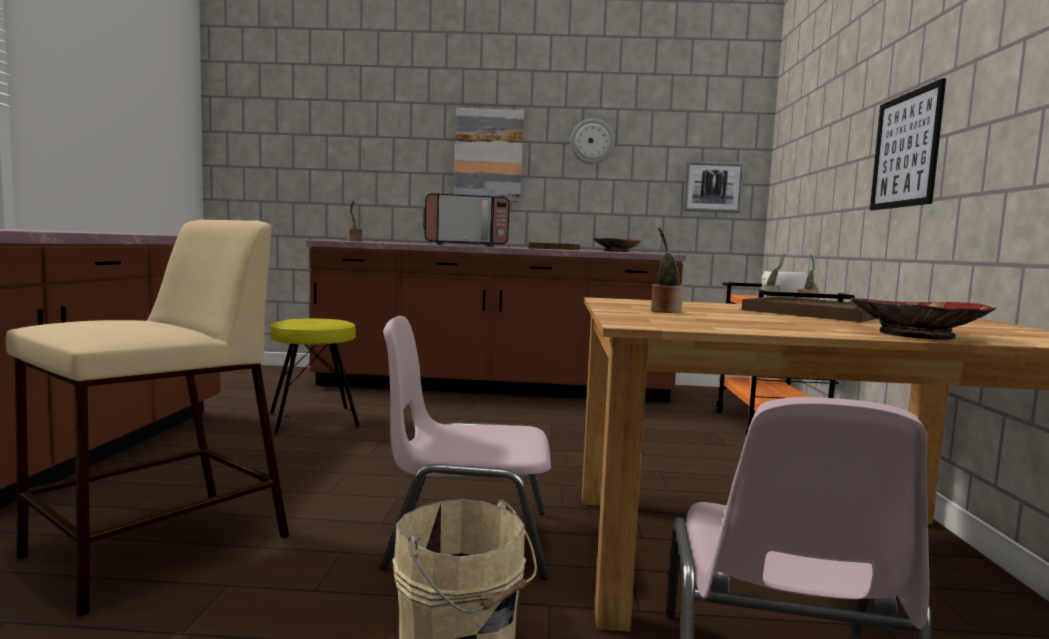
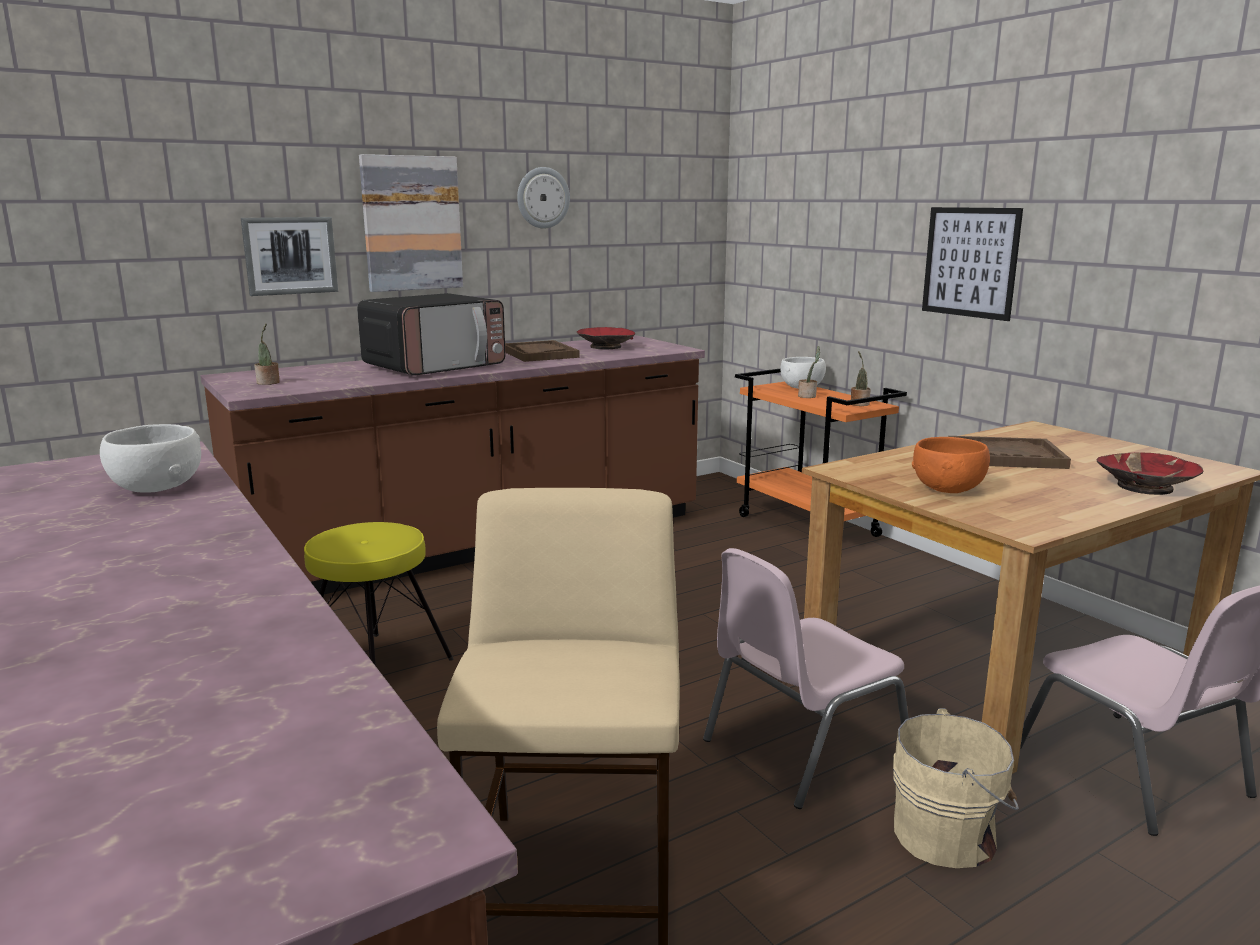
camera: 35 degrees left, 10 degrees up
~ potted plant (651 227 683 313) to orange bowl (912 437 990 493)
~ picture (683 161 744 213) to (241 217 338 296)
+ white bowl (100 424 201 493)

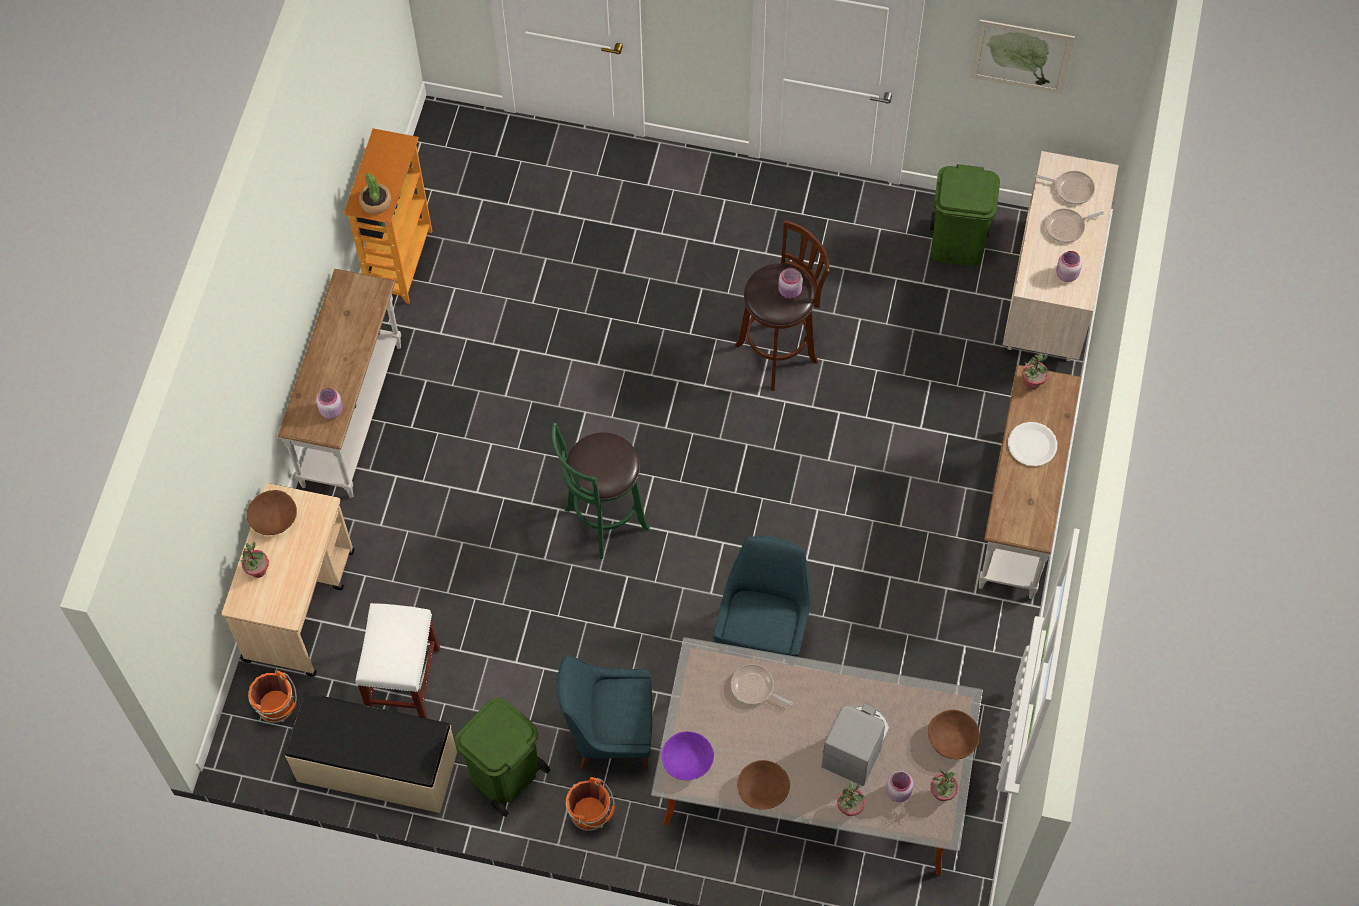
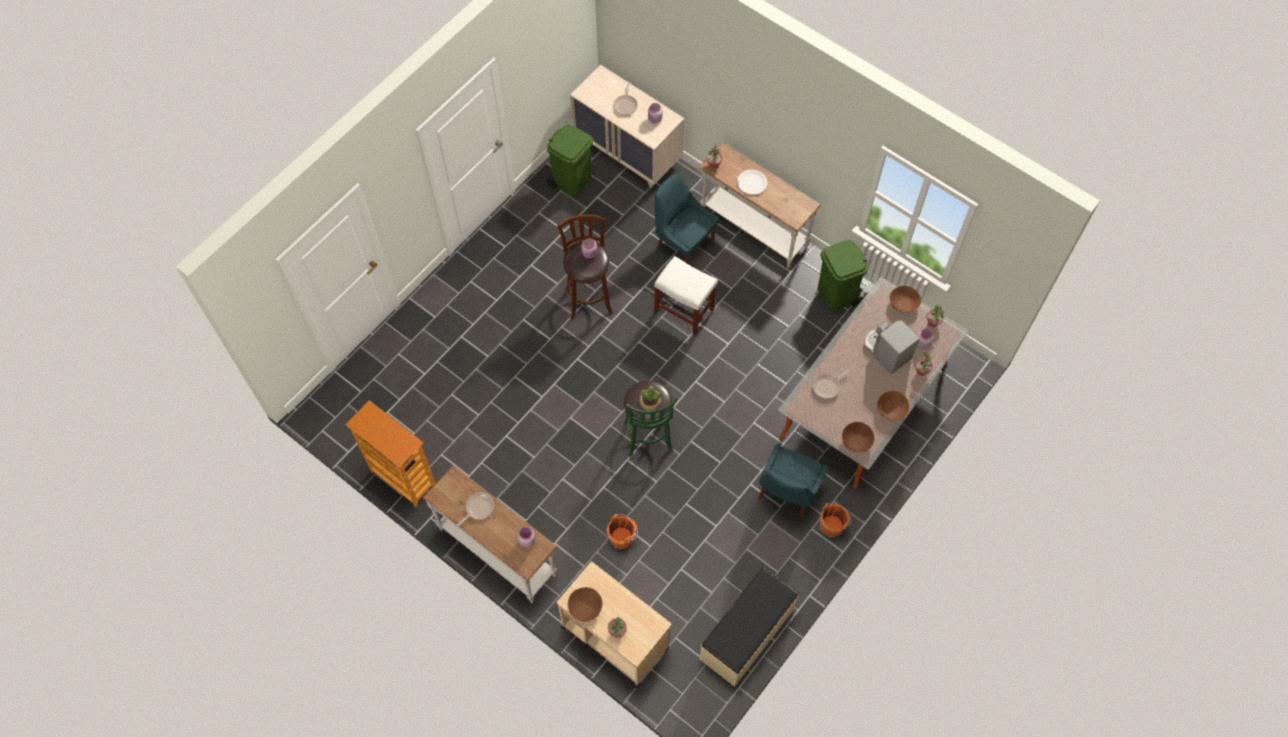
camera: 65 degrees left, 0 degrees up
~ orange bucket (248 670 297 723) to (606 514 638 549)
~ white stool (356 603 440 718) to (654 256 718 335)
~ potted plant (359 173 391 214) to (639 386 661 411)
~ green trash can (454 698 550 817) to (818 240 868 311)
~ purple bowl (661 731 714 780) to brown bowl (842 422 874 452)
~ blue chair (713 536 812 657) to (655 174 719 264)
- picture (970 20 1075 94)
~ frying pan (1035 171 1095 205) to (457 492 494 526)

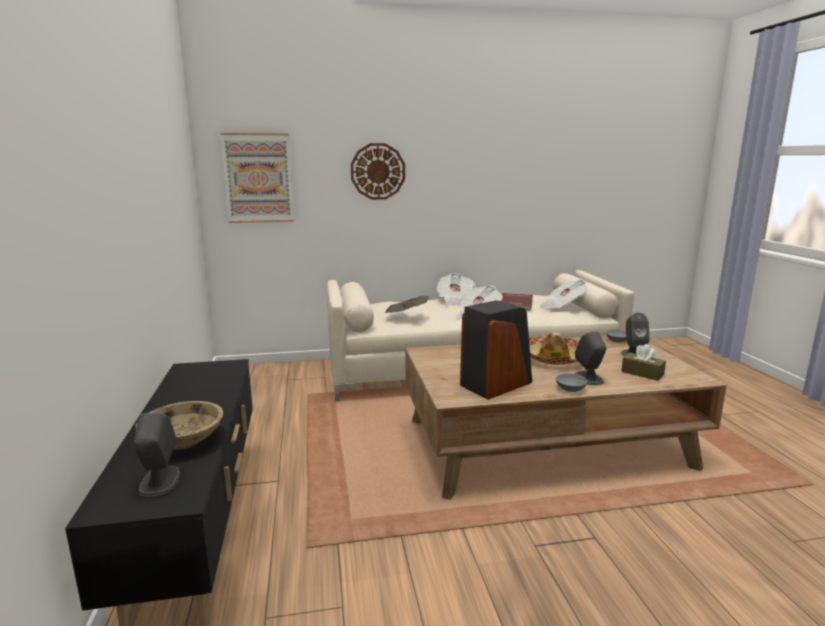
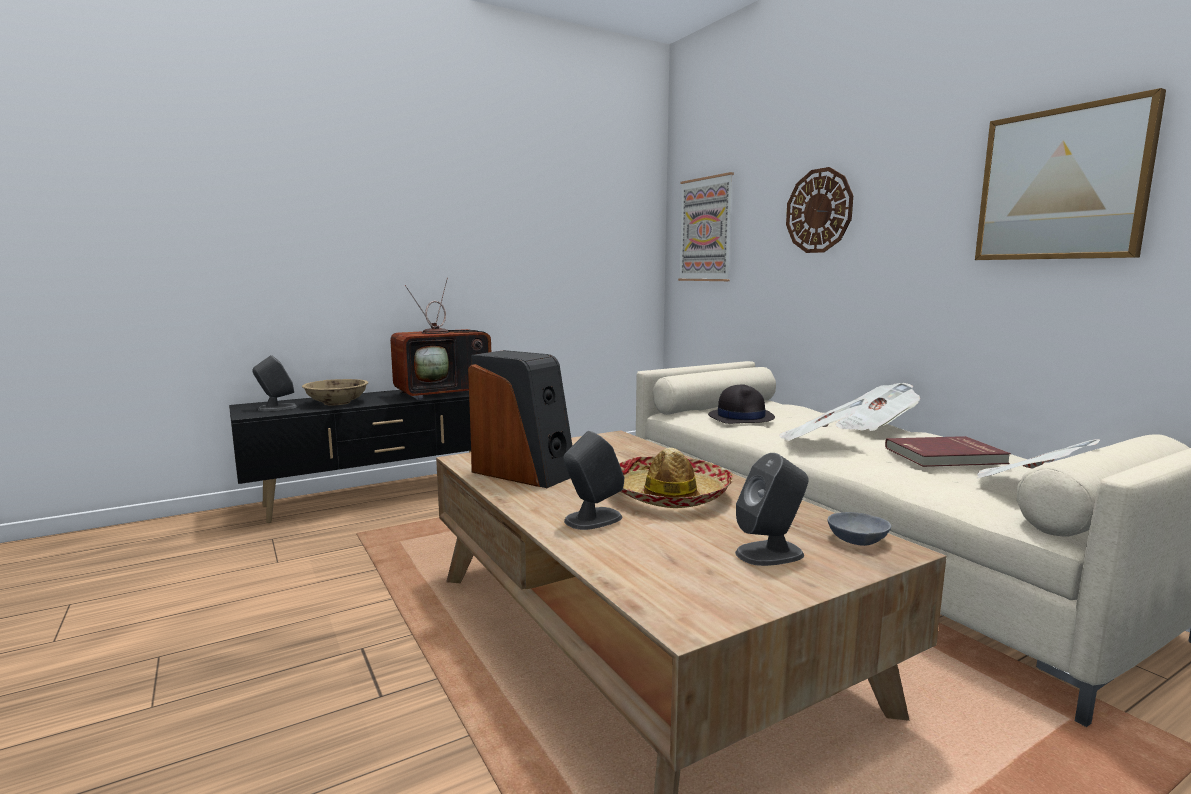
camera: 70 degrees right, 5 degrees down
~ newspaper (385 296 430 313) to black hat (708 385 775 424)
- grey bowl (556 373 587 392)
- brown tissue box (621 344 666 381)
+ television (390 278 491 400)
+ picture (975 88 1166 260)

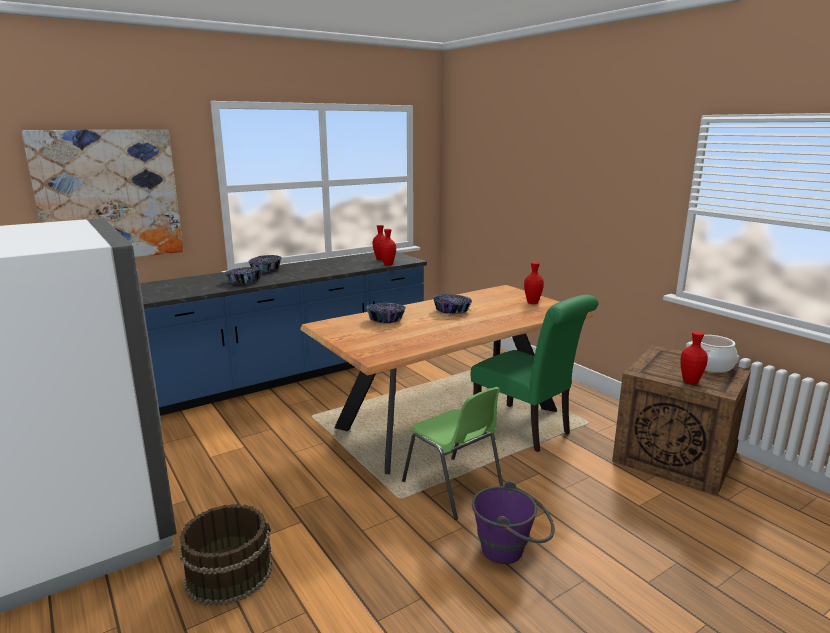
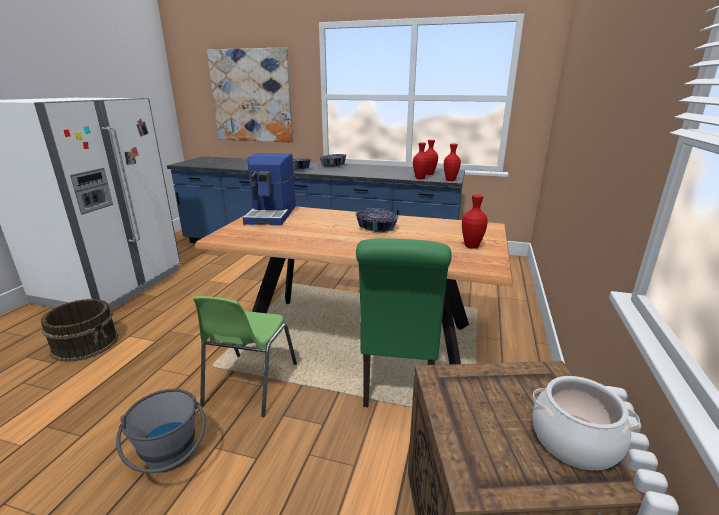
camera: 50 degrees right, 5 degrees up
- bowl (366 303 406 323)
~ purple bucket (472 481 555 564) to grey bucket (116 389 206 473)
~ red vase (680 331 708 384) to (444 144 461 181)
+ coffee machine (243 153 296 225)

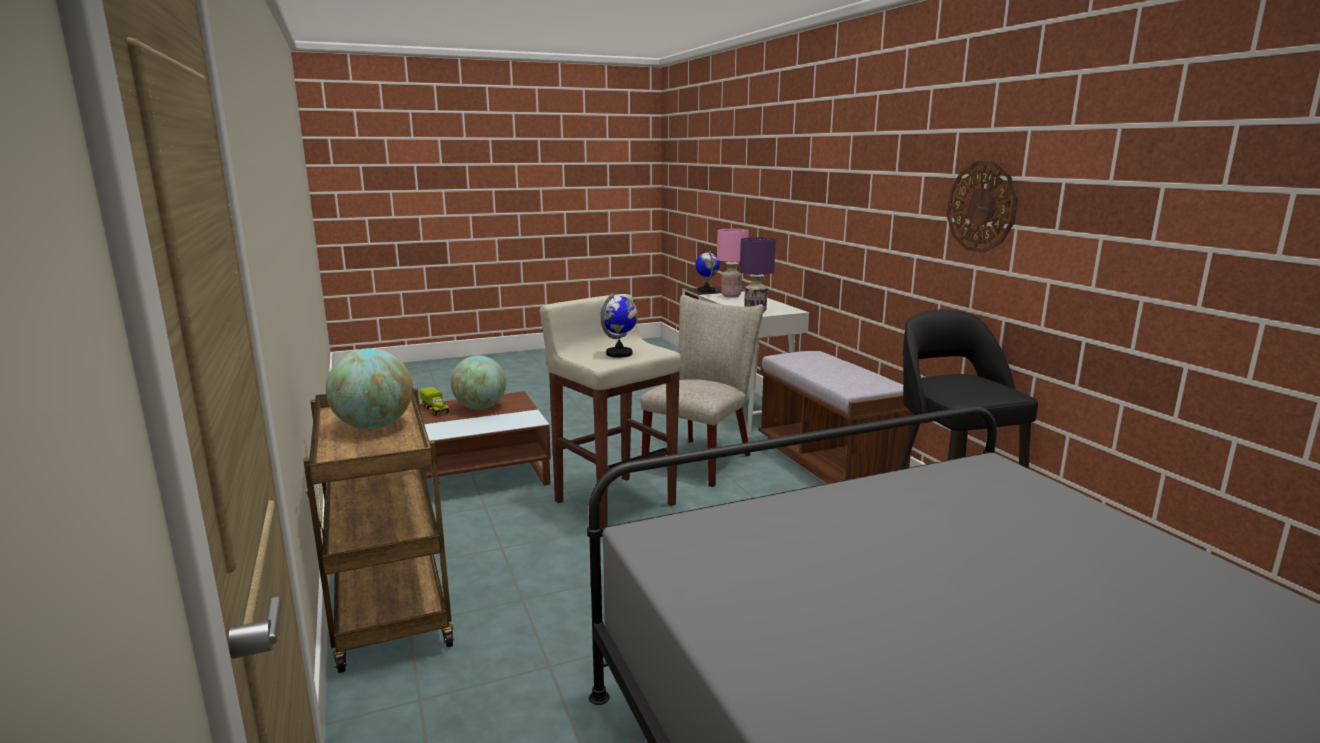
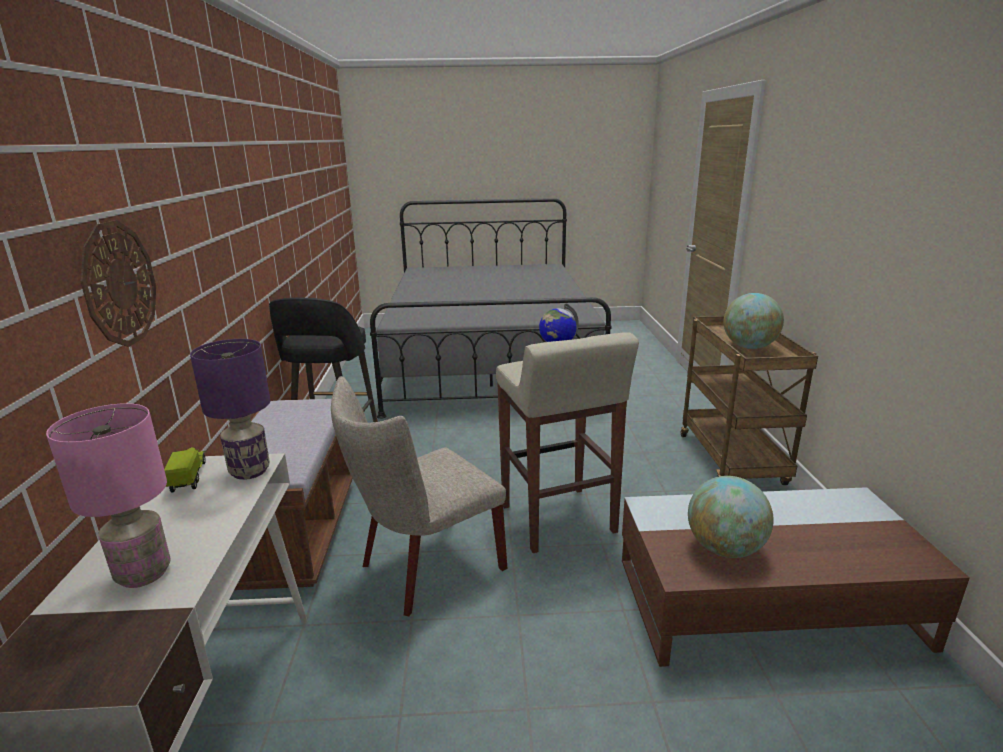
camera: 160 degrees left, 5 degrees up
~ toy truck (420 387 449 416) to (164 447 206 493)
- globe (695 250 720 293)
~ wall clock (947 161 1018 253) to (80 220 156 347)

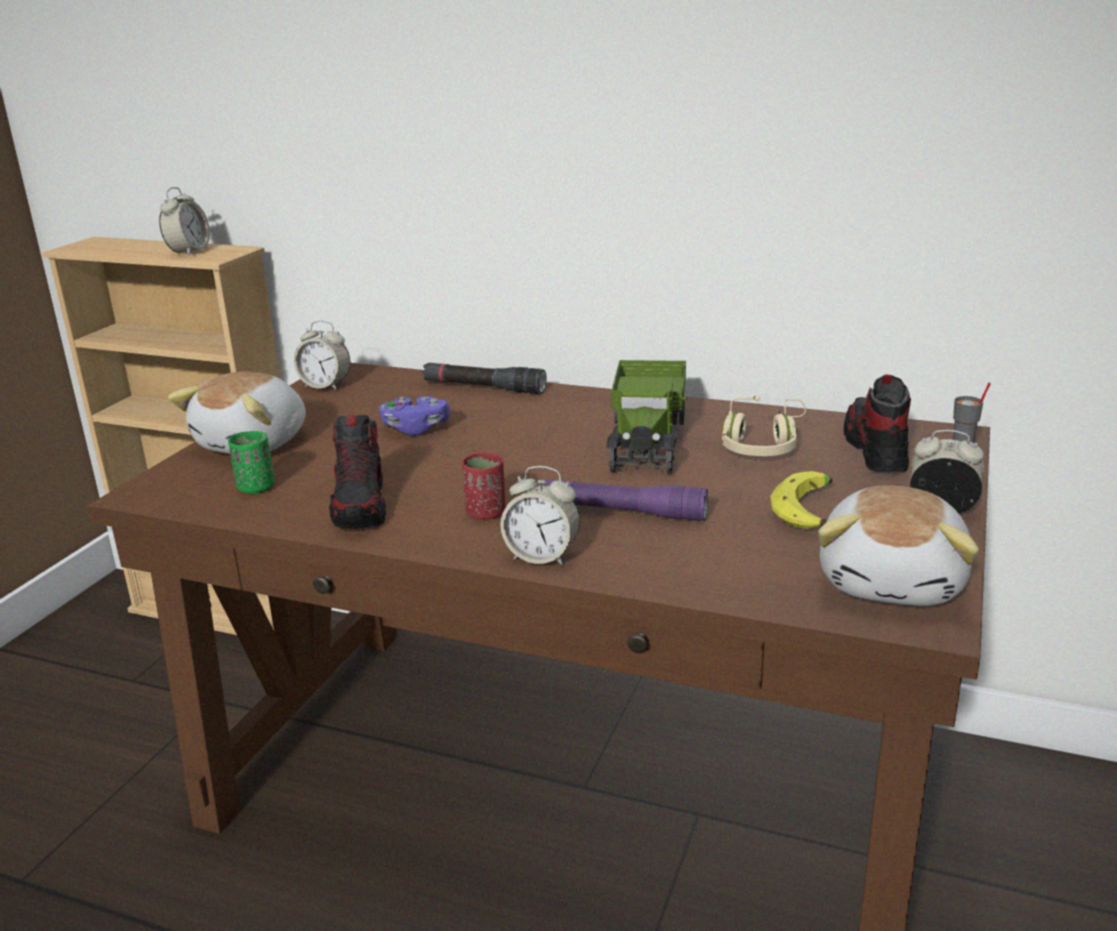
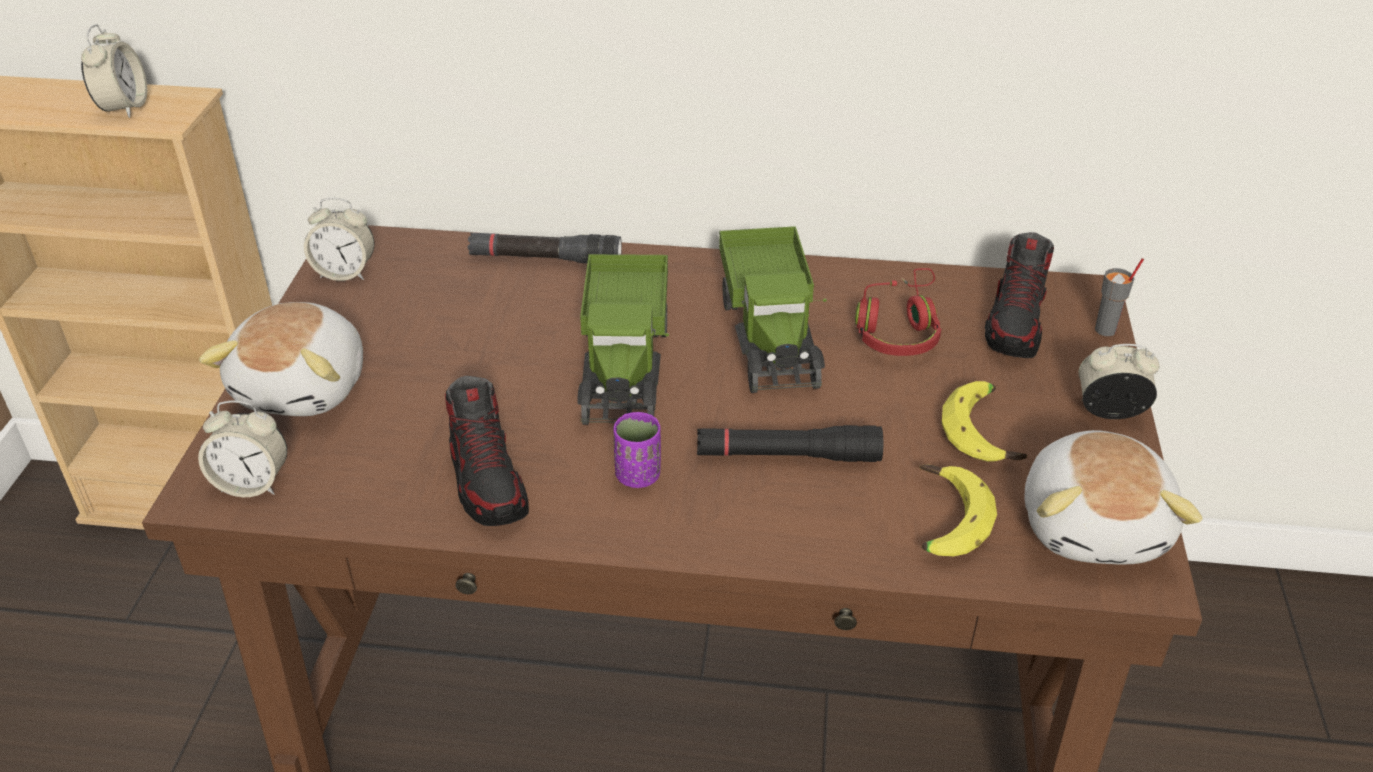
camera: 15 degrees left, 15 degrees up
- green cup (228 431 275 494)
- purple game controller (379 396 450 436)
~ red cup (462 452 505 520) to purple cup (613 412 661 488)
~ alarm clock (501 466 580 566) to (198 400 287 497)
~ purple flashlight (542 479 708 521) to black flashlight (697 425 883 462)
~ beige headphones (722 396 806 456) to red headphones (855 268 941 356)
~ shoe (844 374 911 472) = (985 232 1054 358) 150 degrees counterclockwise
+ toy truck (577 254 669 425)
+ banana (919 464 997 556)

